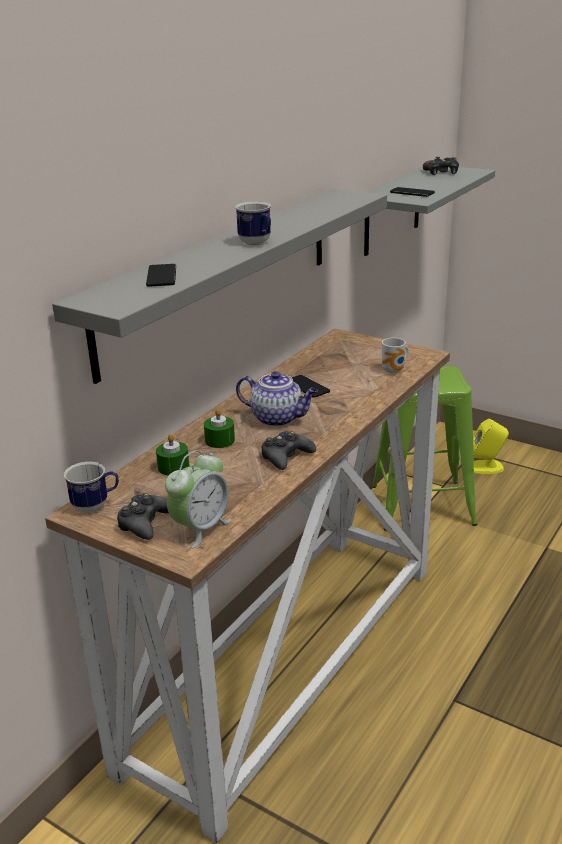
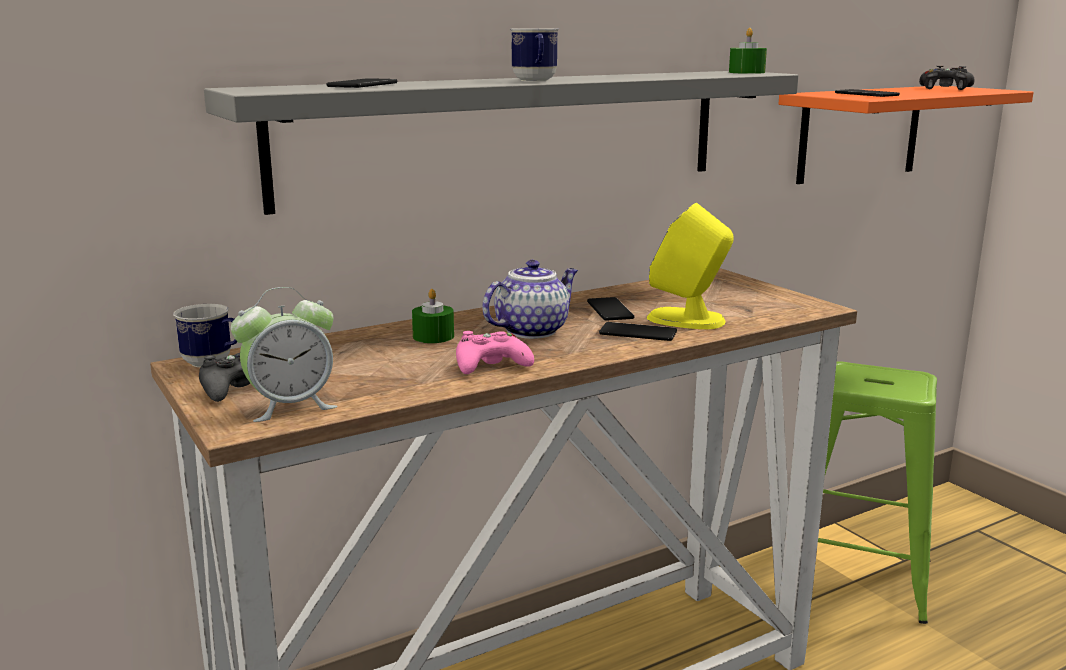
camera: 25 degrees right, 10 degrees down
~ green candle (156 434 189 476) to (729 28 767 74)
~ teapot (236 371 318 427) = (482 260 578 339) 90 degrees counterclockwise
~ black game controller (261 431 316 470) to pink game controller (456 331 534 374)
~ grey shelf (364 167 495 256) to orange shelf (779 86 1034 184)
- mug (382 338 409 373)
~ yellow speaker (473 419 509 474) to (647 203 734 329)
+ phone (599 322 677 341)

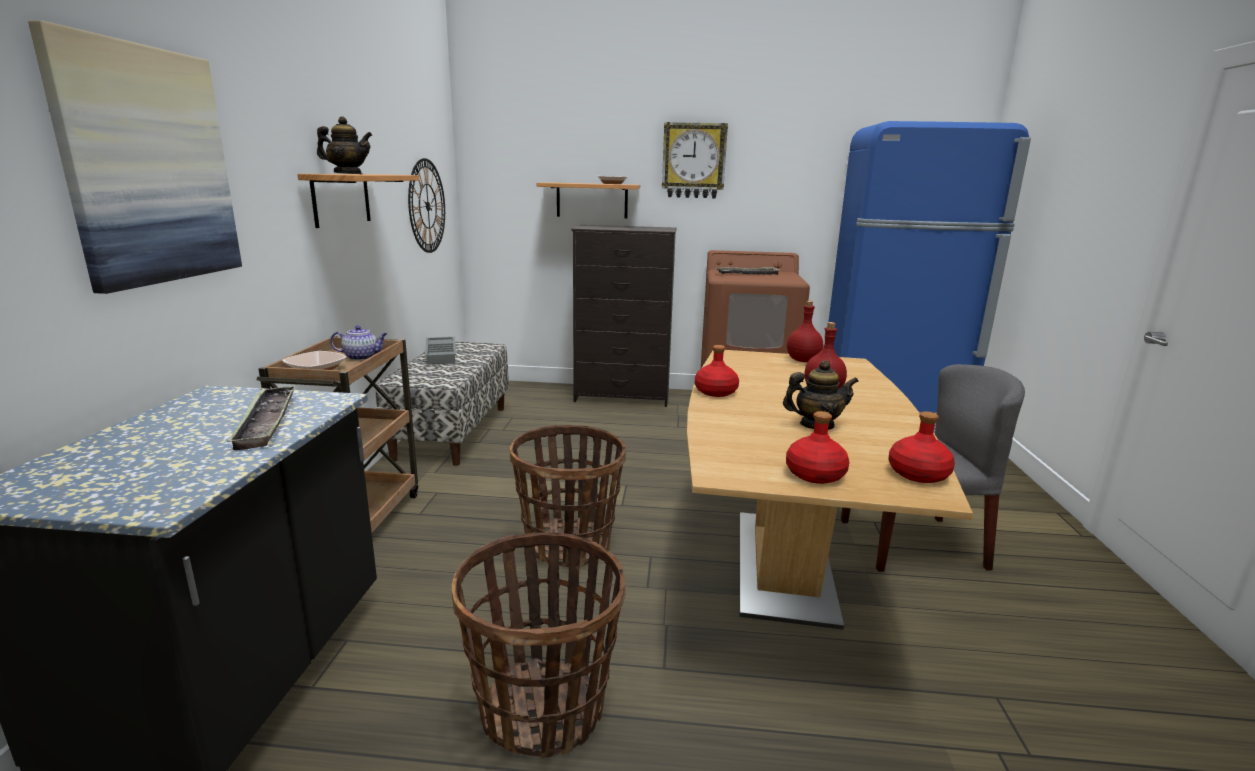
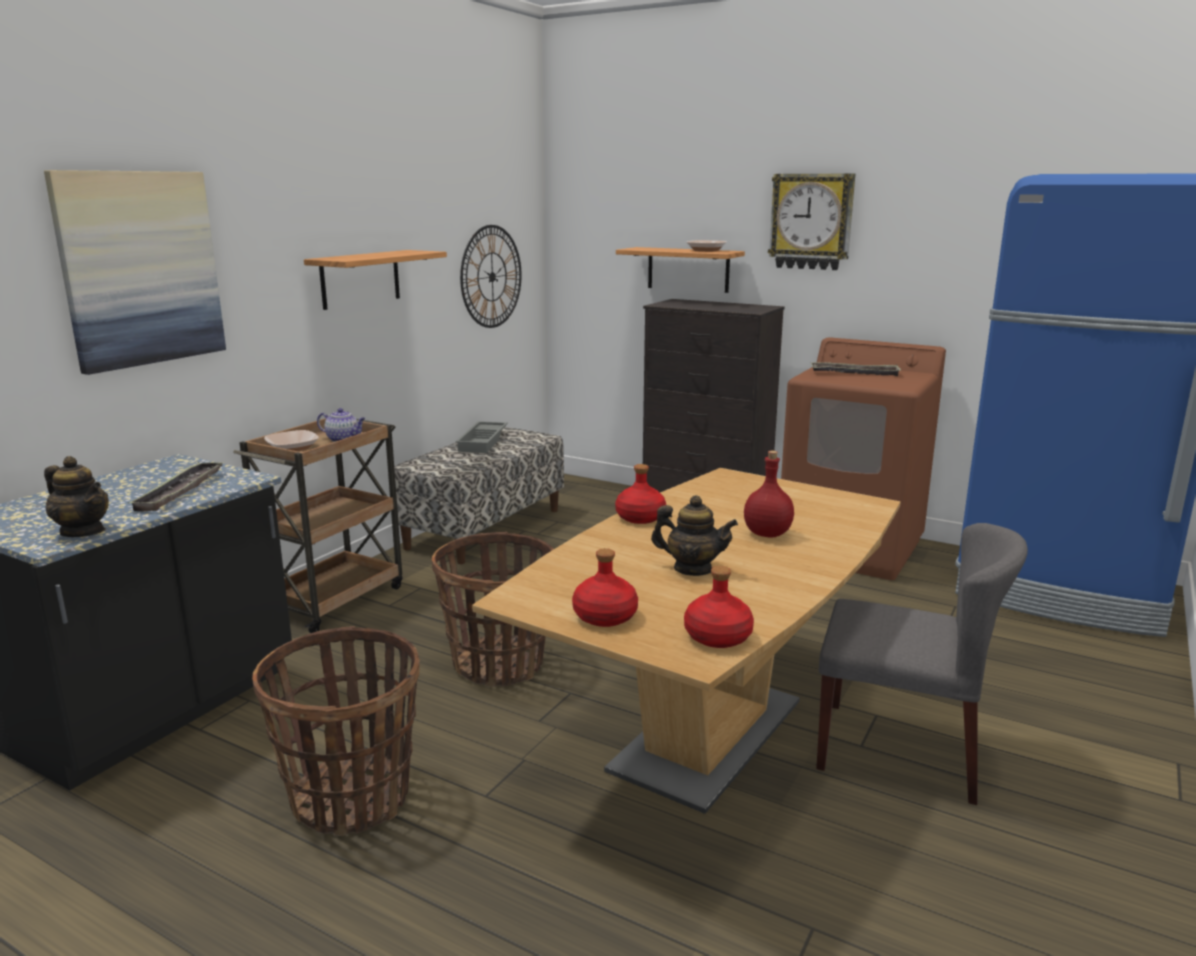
camera: 25 degrees right, 0 degrees up
~ teapot (317 116 373 174) to (44 456 109 537)
- red bottle (787 301 823 362)

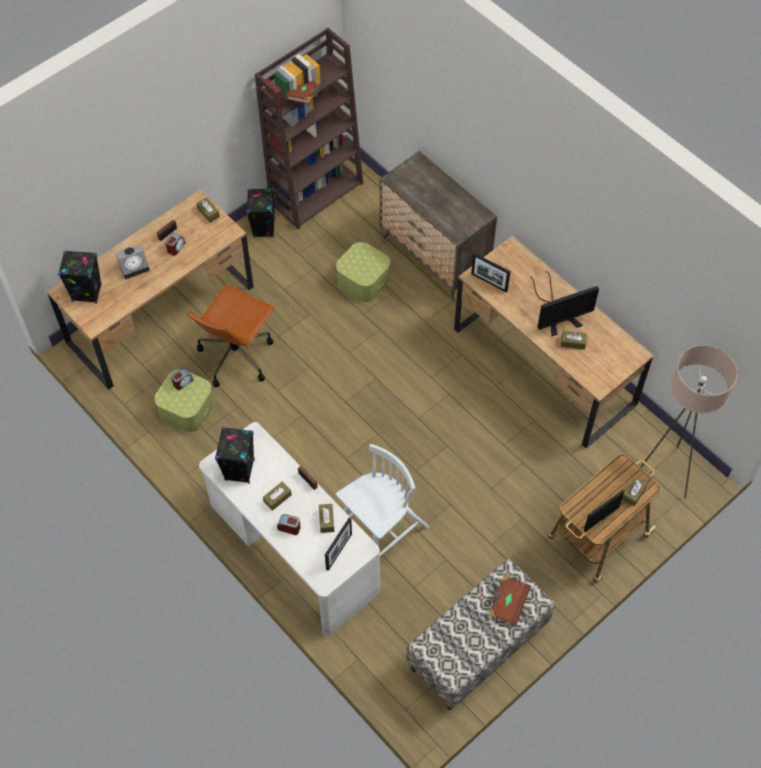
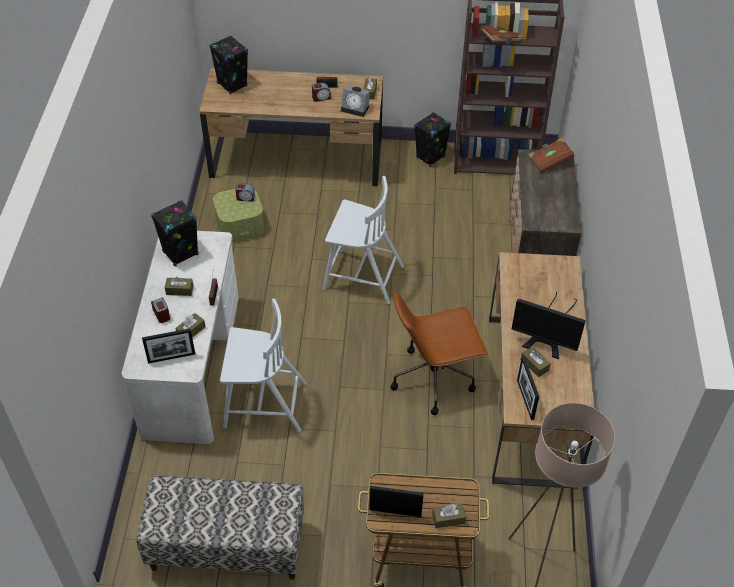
camera: 45 degrees right, 10 degrees down
~ alarm clock (115 244 150 280) to (341 85 370 117)
~ brown office chair (187 284 276 387) to (391 292 489 415)
- storage box (336 242 390 303)
~ picture frame (471 253 511 292) to (517 357 539 420)
~ brown book (489 575 531 626) to (528 138 574 173)
+ white chair (323 176 404 304)

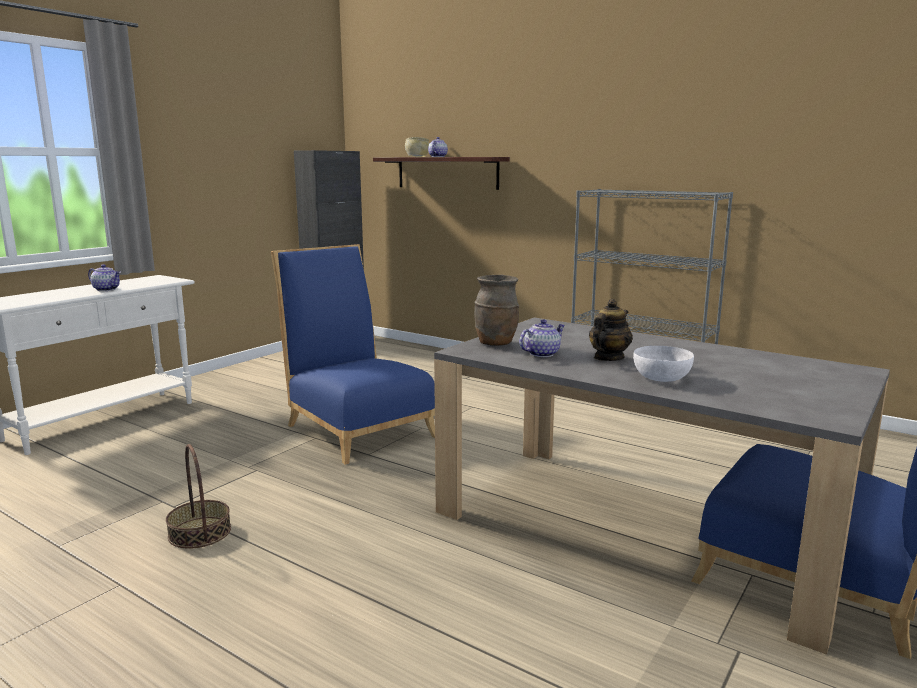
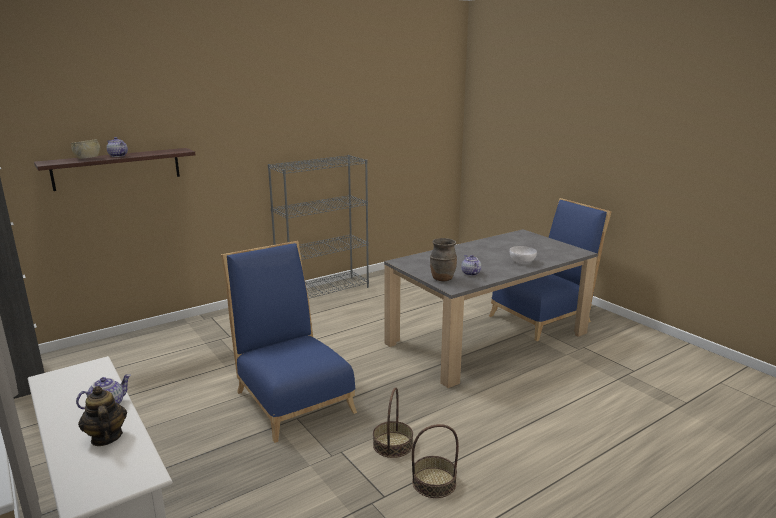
camera: 70 degrees left, 5 degrees up
~ blue chair (271 244 435 465) = (221 241 357 443) 75 degrees clockwise
~ teapot (589 299 633 361) to (78 386 127 446)
+ basket (373 387 413 458)

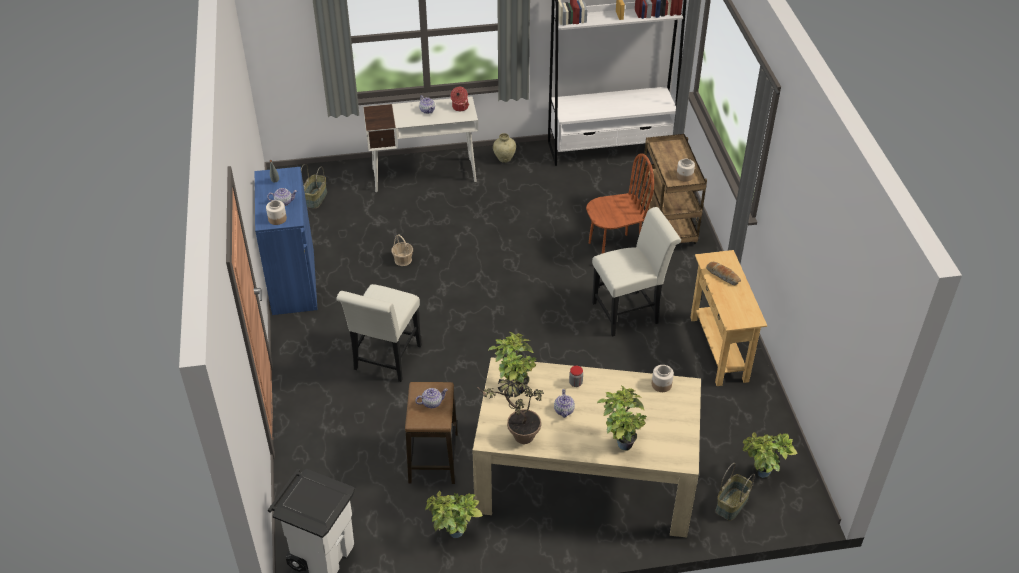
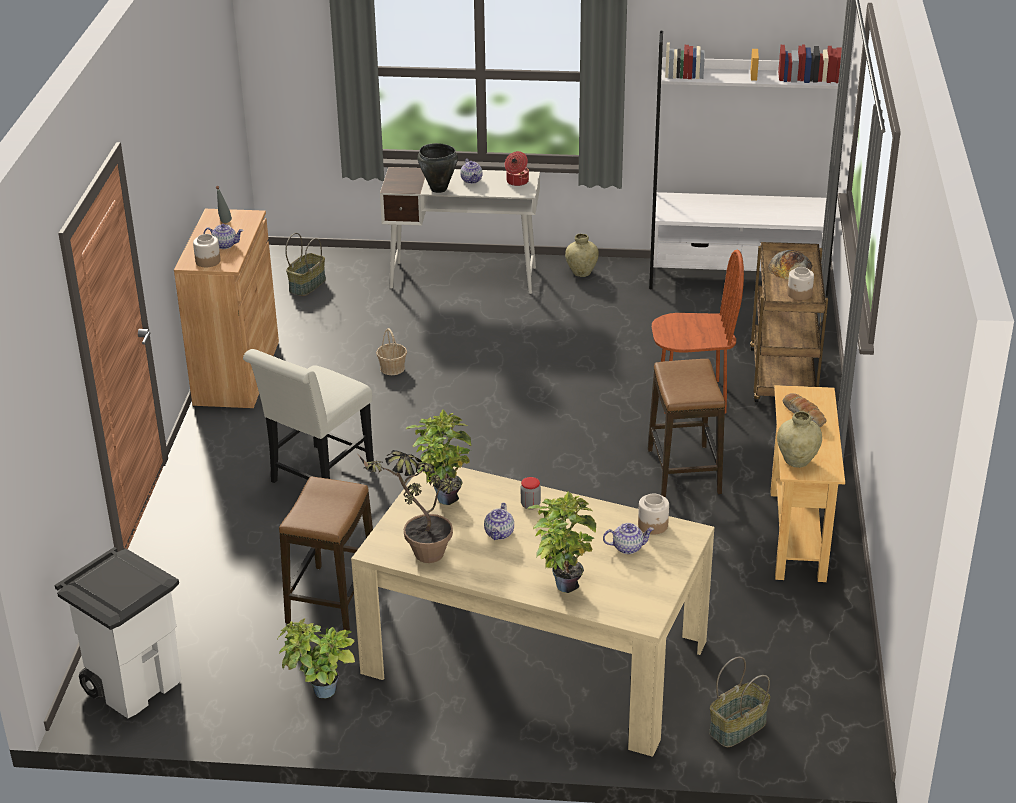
camera: 15 degrees right, 10 degrees down
~ blue cabinet (255 167 318 315) to brown cabinet (174 209 279 408)
~ teapot (415 388 448 408) to (603 523 654 554)
~ white chair (592 207 681 337) to stool (648 359 725 498)
- potted plant (743 432 798 478)
+ black cooking pot (418 143 458 193)
+ bread (768 250 813 280)
+ beige vase (777 411 822 468)

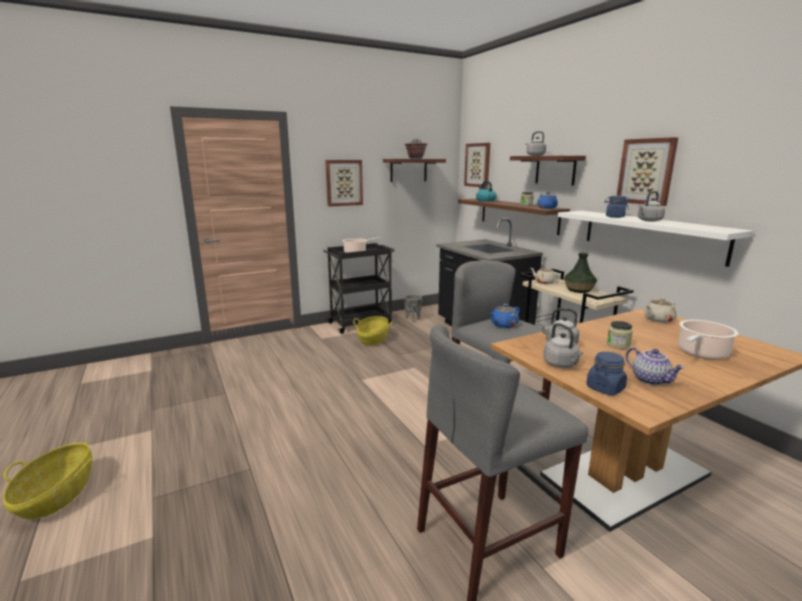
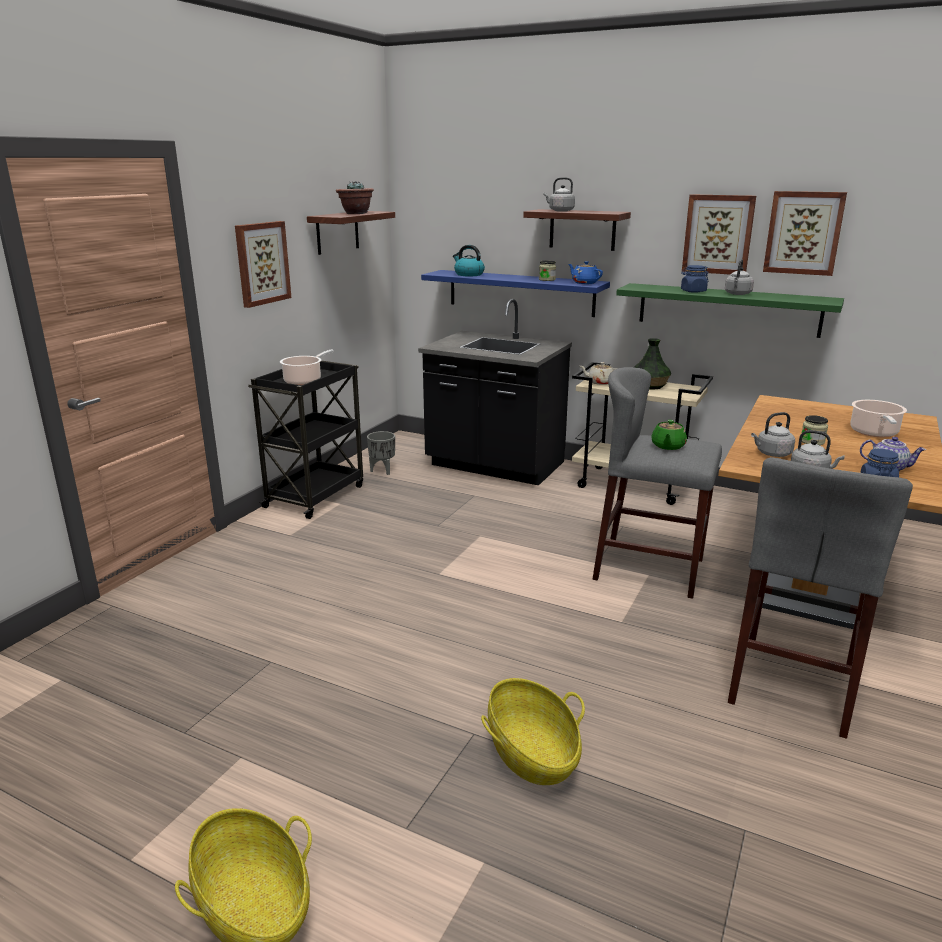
camera: 35 degrees left, 5 degrees up
~ basket (353 316 393 346) to (481 678 585 785)
~ brown shelf (458 199 570 235) to blue shelf (421 270 610 317)
~ picture (464 143 490 188) to (763 191 847 276)
~ blue teapot (489 304 520 328) to green teapot (651 420 687 450)
~ white shelf (558 211 754 267) to green shelf (616 283 844 338)
- beige teapot (644 298 677 323)

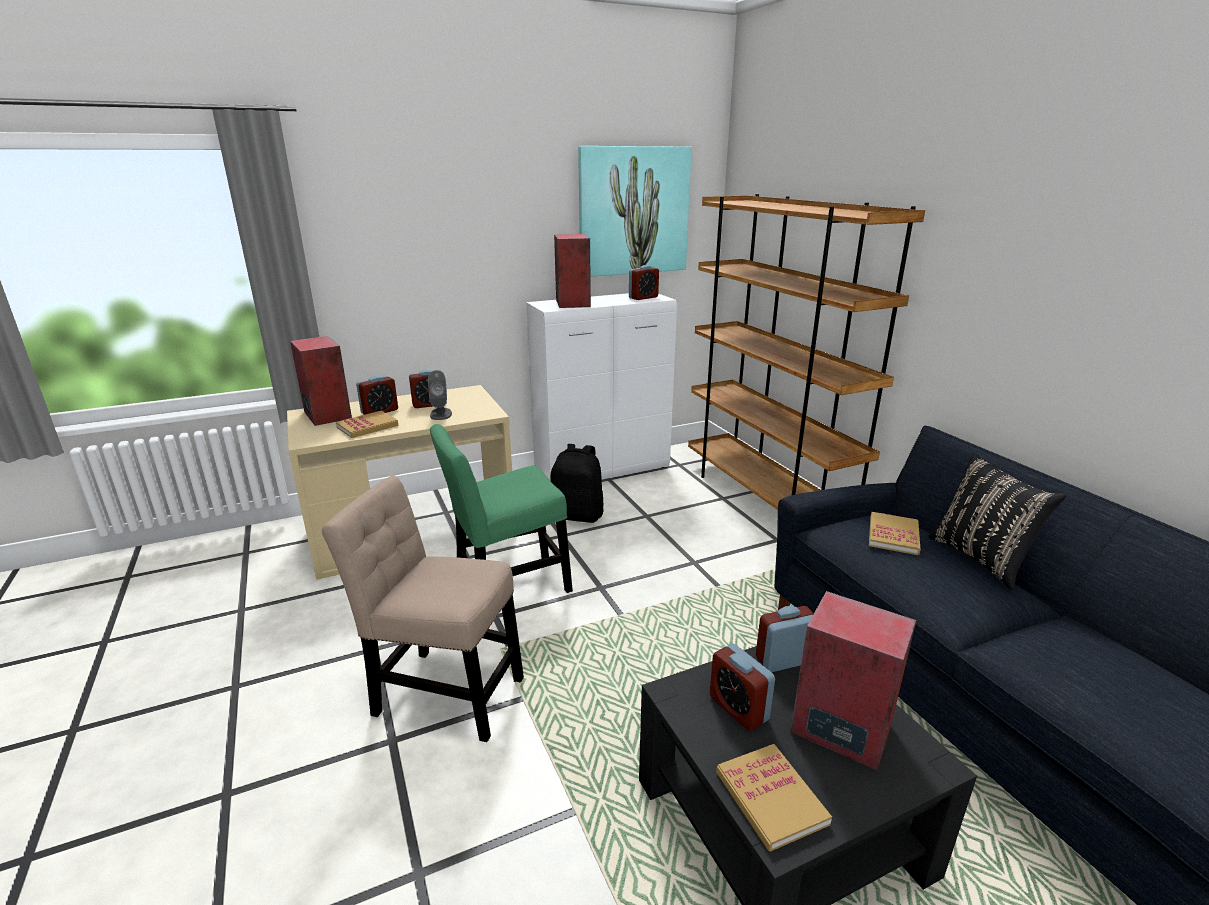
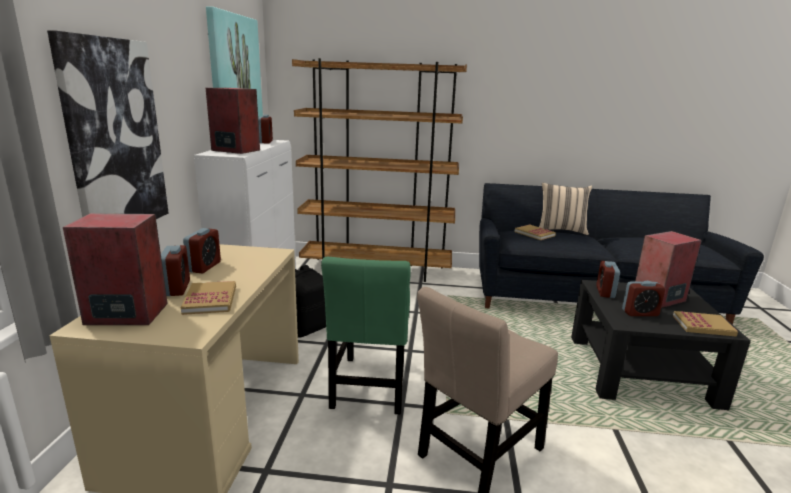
camera: 60 degrees left, 5 degrees down
- grey speaker (428 370 452 420)
~ black pillow (929 453 1066 590) to beige pillow (539 183 592 235)
+ picture (47 30 169 219)

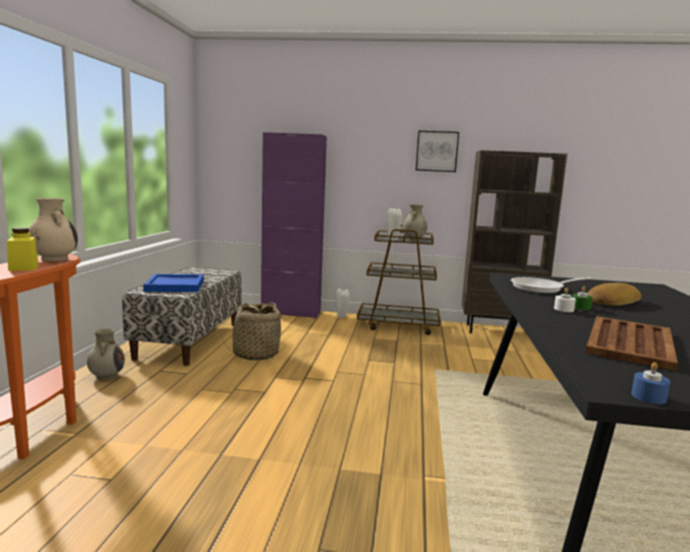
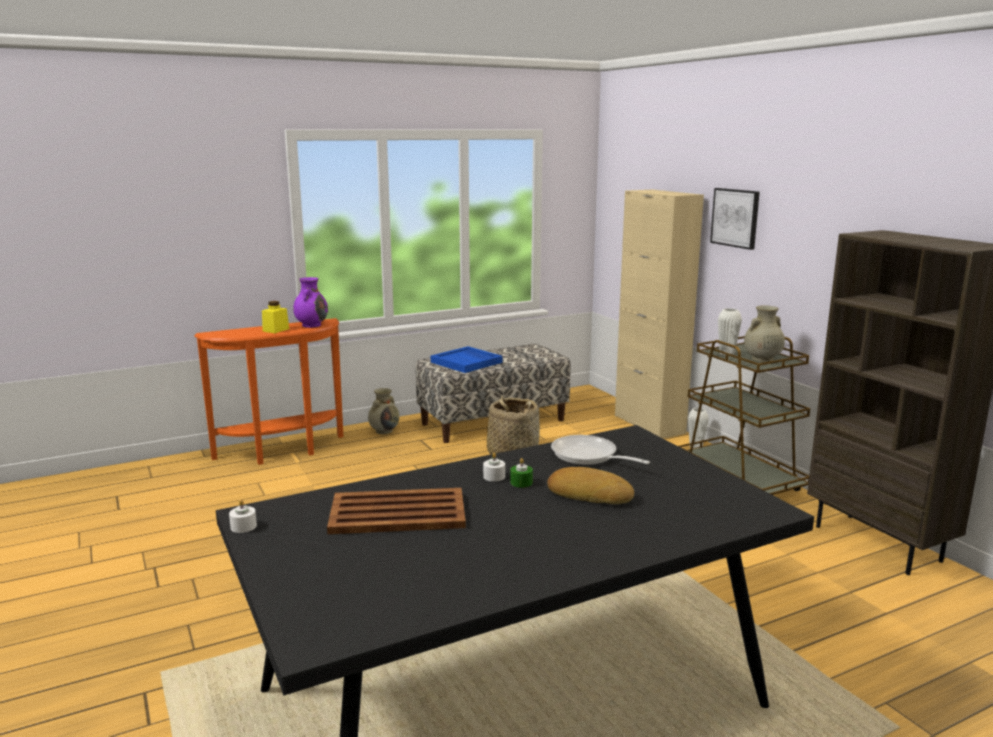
camera: 55 degrees right, 5 degrees up
~ beige vase (29 198 78 261) to purple vase (293 277 328 328)
~ purple cabinet (261 132 327 319) to beige cabinet (615 190 704 439)
~ picture (416 131 459 172) to (710 188 760 250)
~ blue candle (631 362 670 404) to white candle (229 499 257 533)

